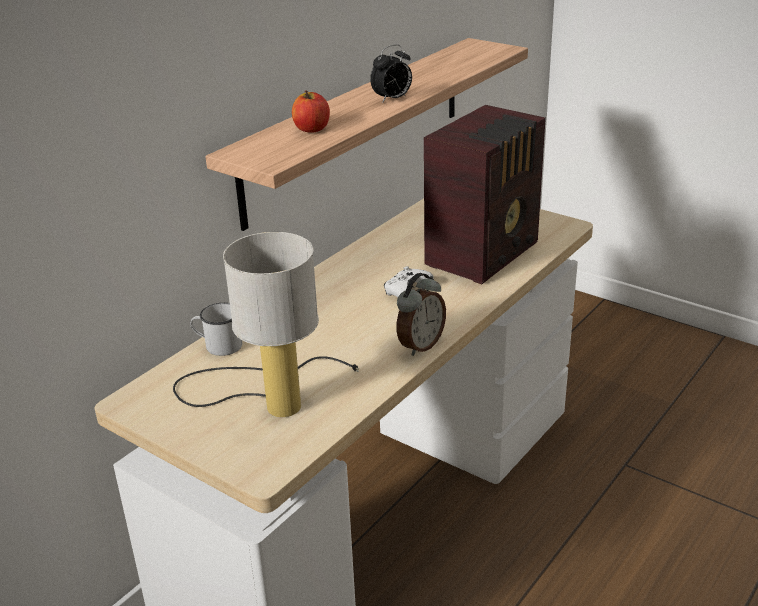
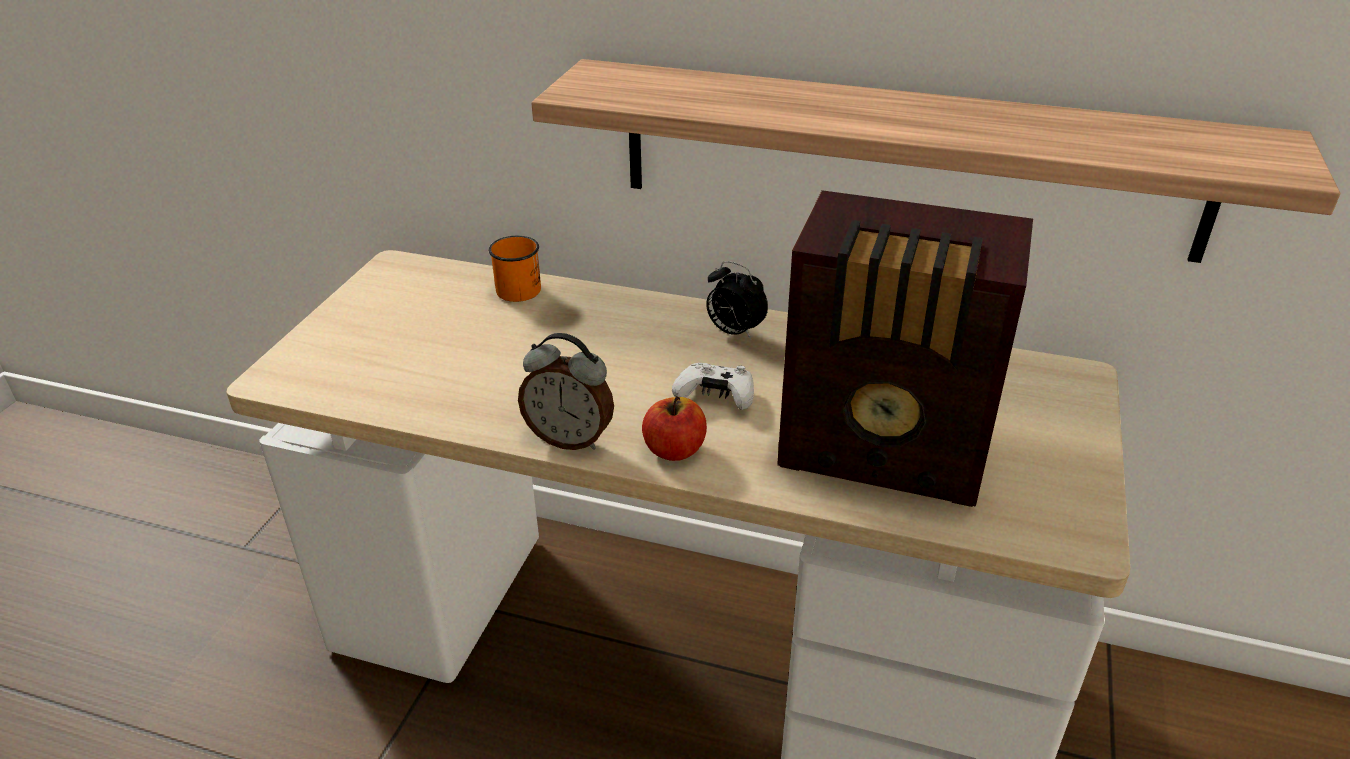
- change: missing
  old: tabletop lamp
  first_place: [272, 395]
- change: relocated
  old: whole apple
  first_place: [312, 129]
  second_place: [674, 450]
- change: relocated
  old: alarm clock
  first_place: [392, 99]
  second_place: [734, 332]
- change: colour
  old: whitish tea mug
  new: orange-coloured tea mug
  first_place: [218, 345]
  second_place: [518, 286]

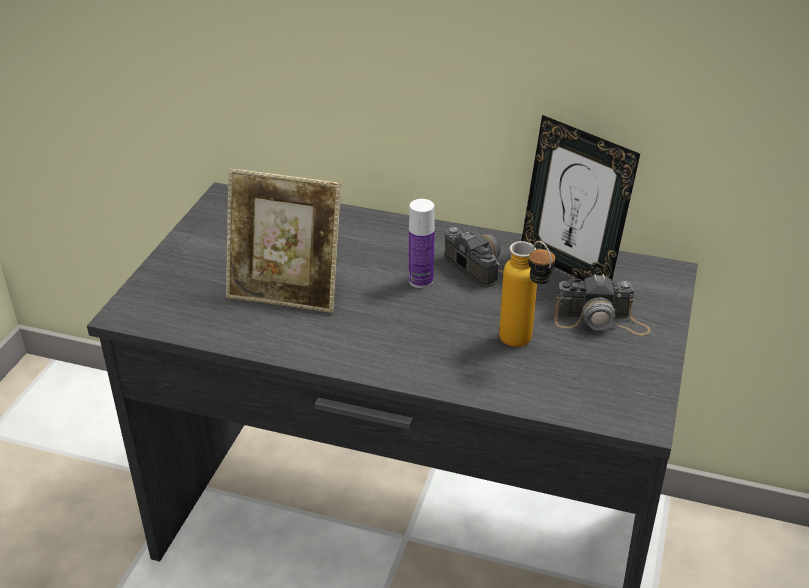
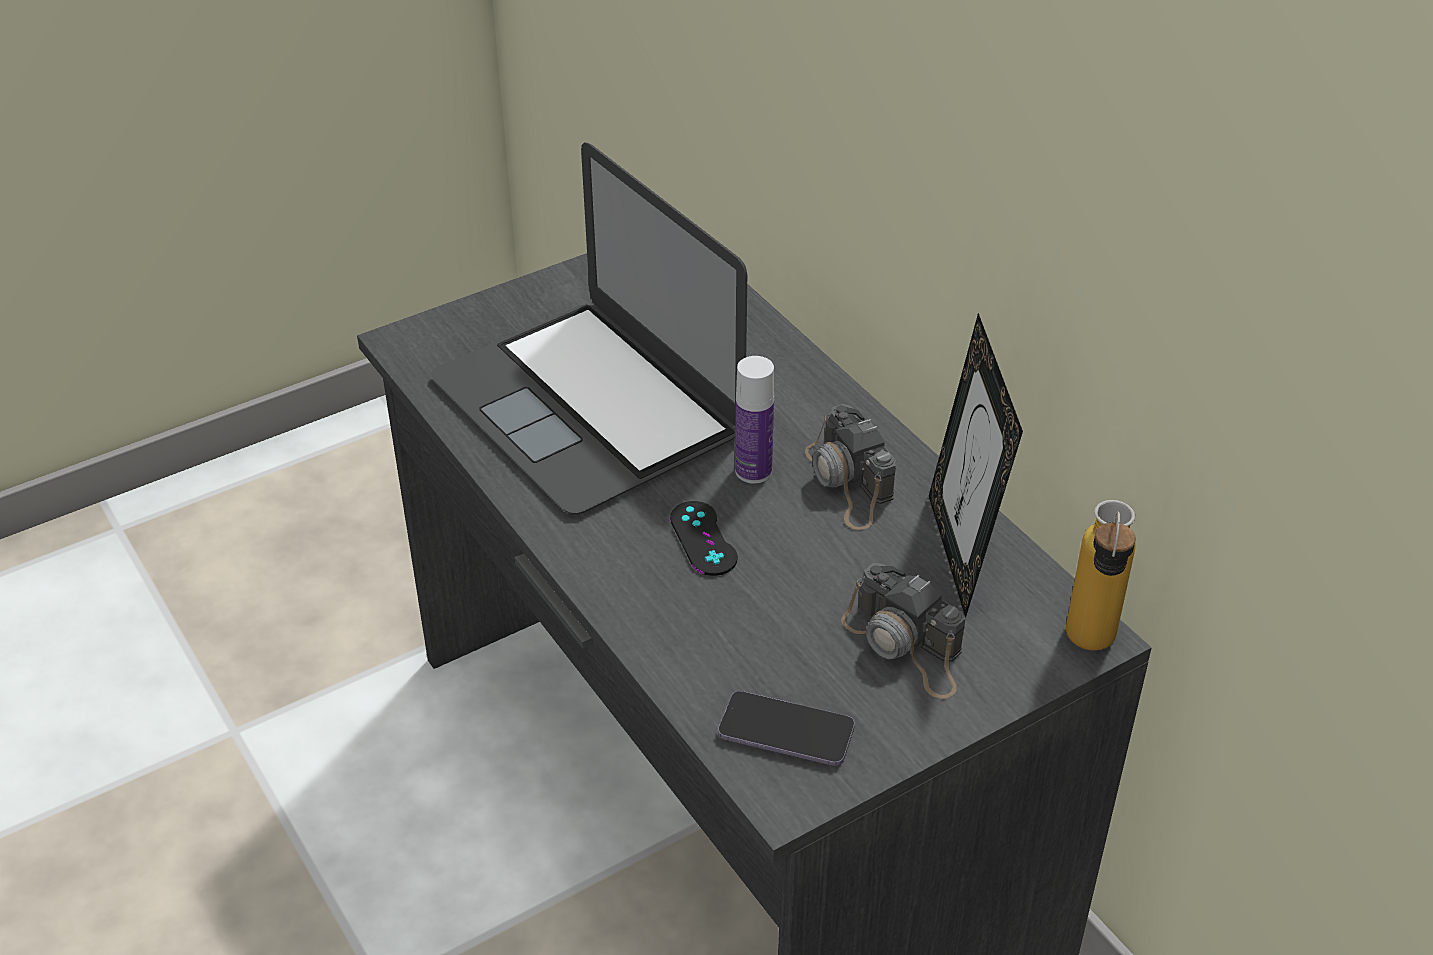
- change: appeared
  new: blackish joypad
  second_place: [703, 539]
- change: appeared
  new: phone
  second_place: [786, 731]
- change: relocated
  old: drink bottle
  first_place: [523, 346]
  second_place: [1089, 650]
- change: exchanged
  old: picture frame
  new: portable computer
  first_place: [286, 293]
  second_place: [587, 405]
- change: spun
  old: still camera
  first_place: [474, 262]
  second_place: [848, 482]
  degrees: 150

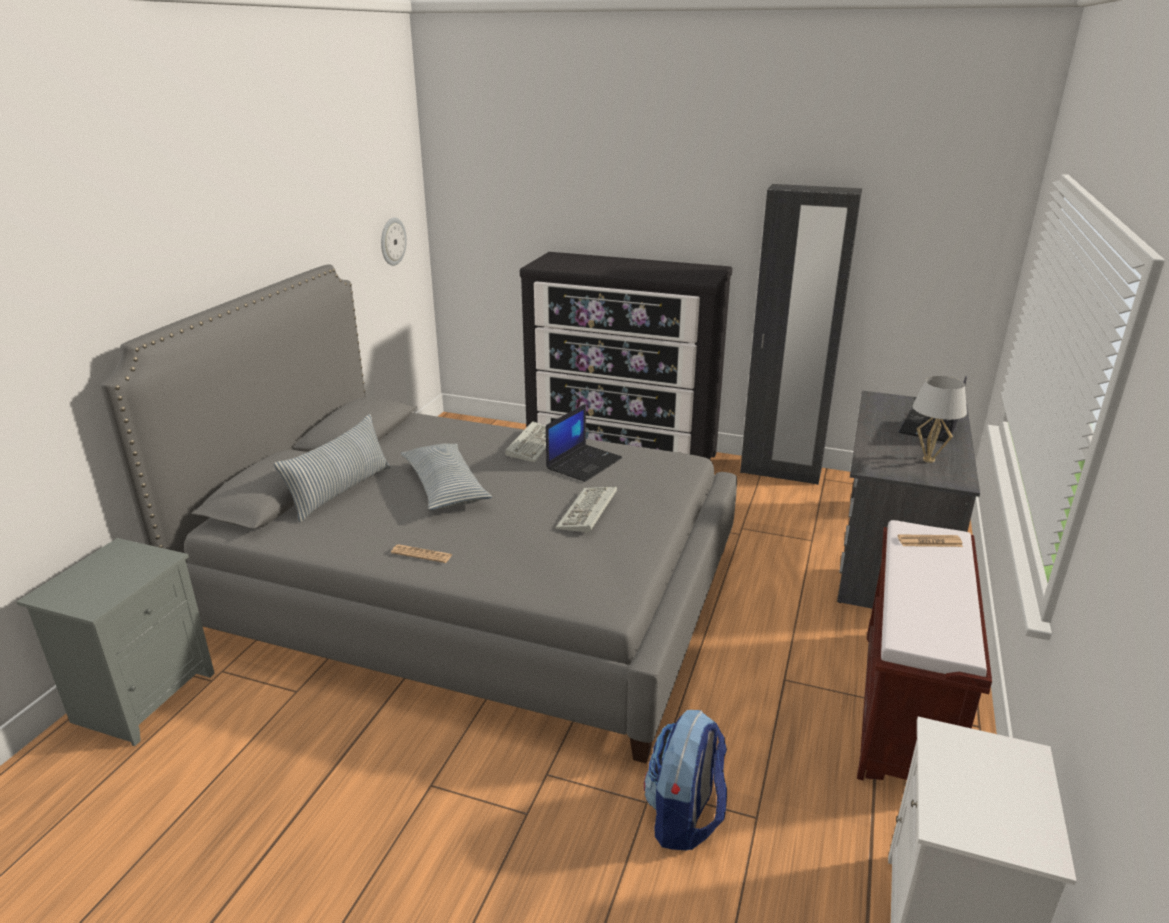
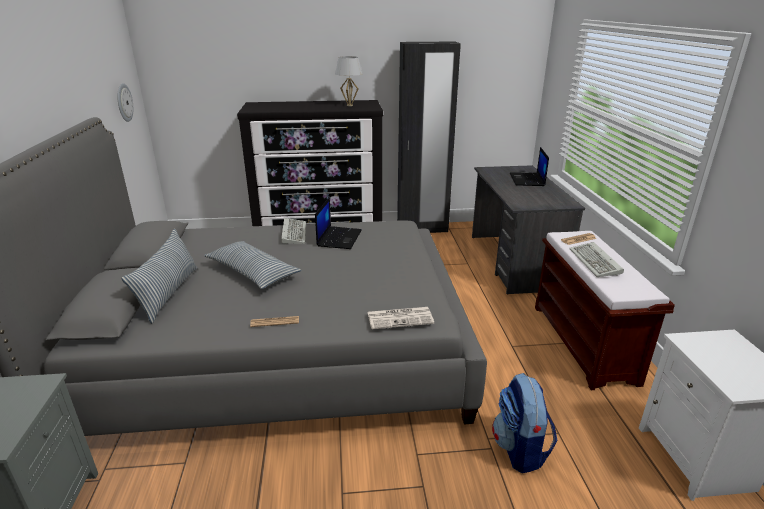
- change: appeared
  new: daily paper
  second_place: [400, 318]
- change: relocated
  old: keyboard
  first_place: [588, 513]
  second_place: [596, 263]
- change: relocated
  old: whitish tabletop lamp
  first_place: [929, 460]
  second_place: [350, 105]

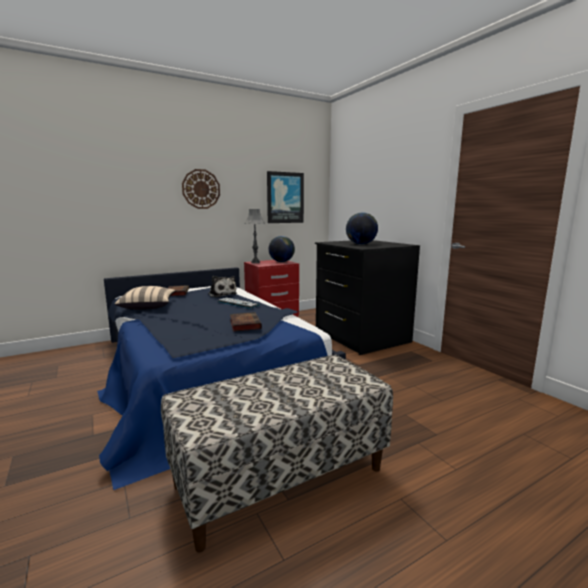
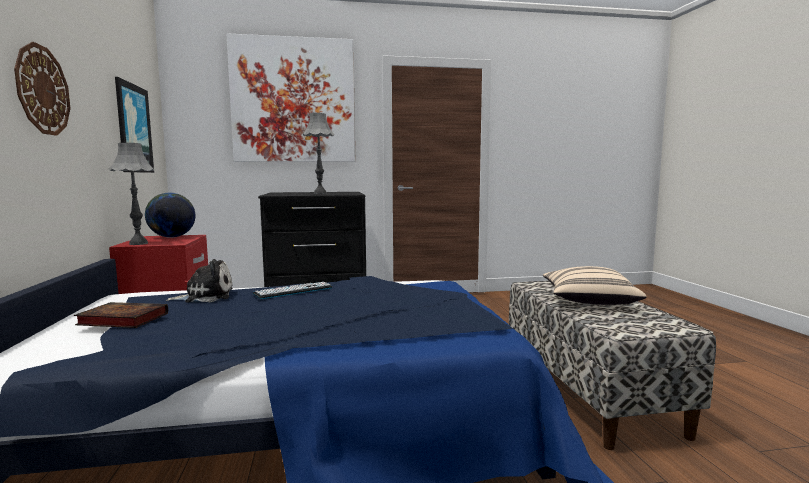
- change: missing
  old: book
  first_place: [244, 324]
- change: appeared
  new: wall picture
  second_place: [293, 101]
- change: relocated
  old: beige-coloured throw pillow
  first_place: [148, 306]
  second_place: [588, 301]
- change: exchanged
  old: world globe
  new: grey tabletop lamp
  first_place: [361, 244]
  second_place: [320, 193]

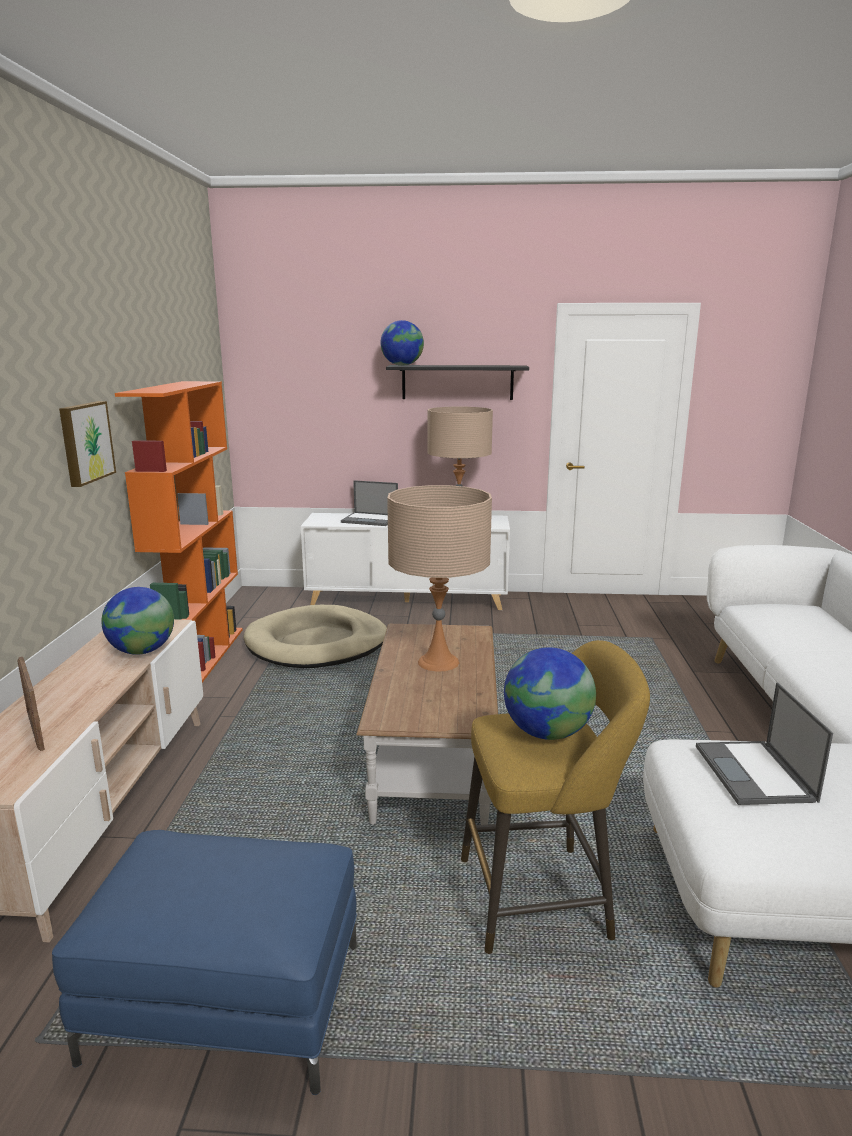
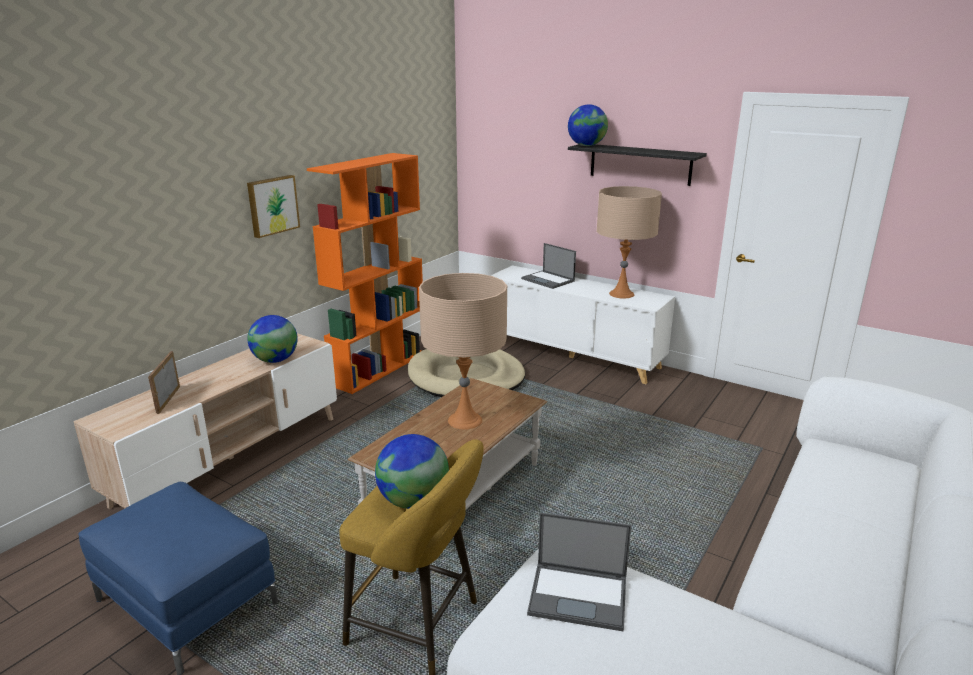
- change: spun
  old: portable computer
  first_place: [755, 774]
  second_place: [579, 595]
  degrees: -105

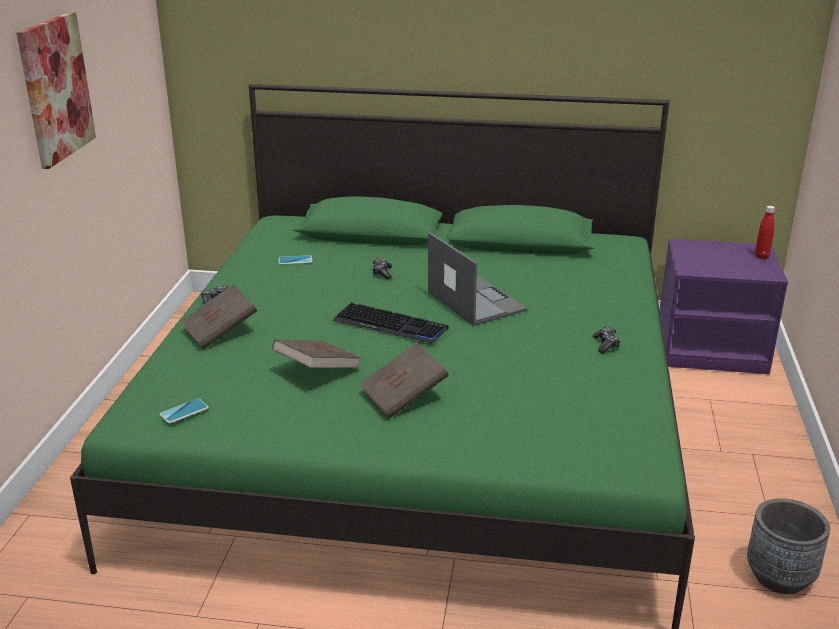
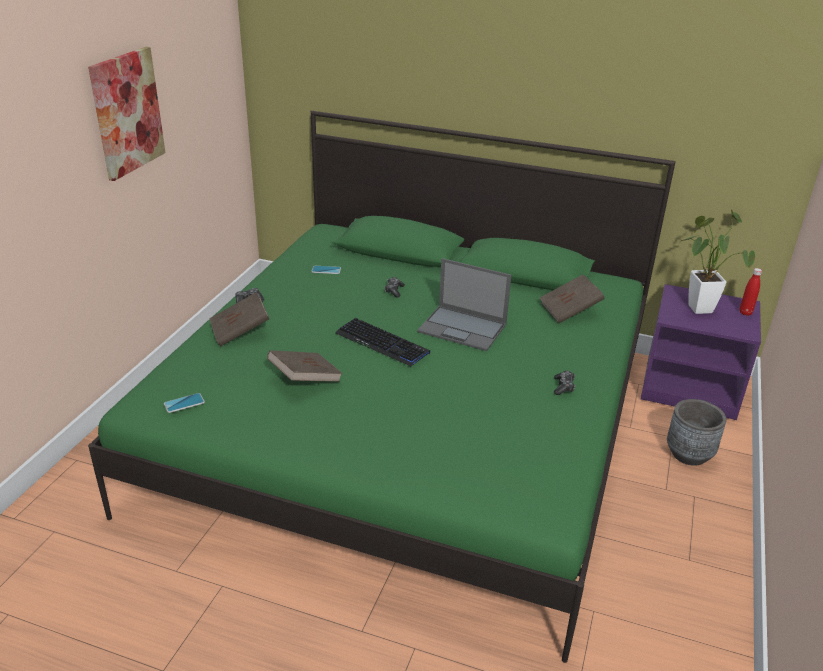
- change: appeared
  new: plant in a pot
  second_place: [698, 306]
- change: relocated
  old: brown book
  first_place: [403, 397]
  second_place: [569, 311]
- change: relocated
  old: grey flower pot
  first_place: [779, 577]
  second_place: [689, 454]
- change: spun
  old: portable computer
  first_place: [475, 301]
  second_place: [463, 328]
  degrees: 135

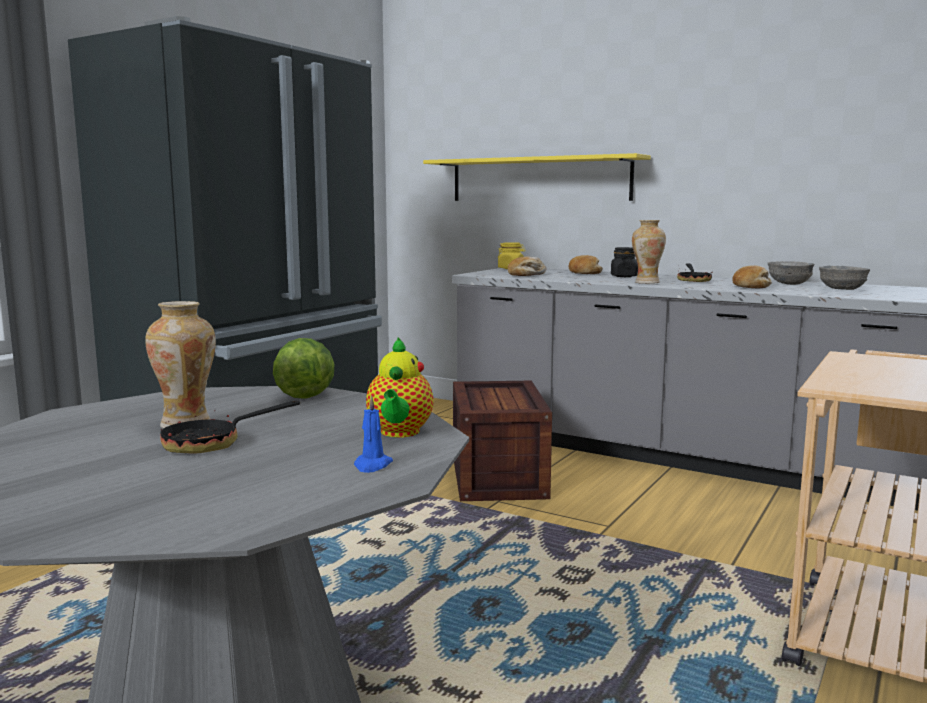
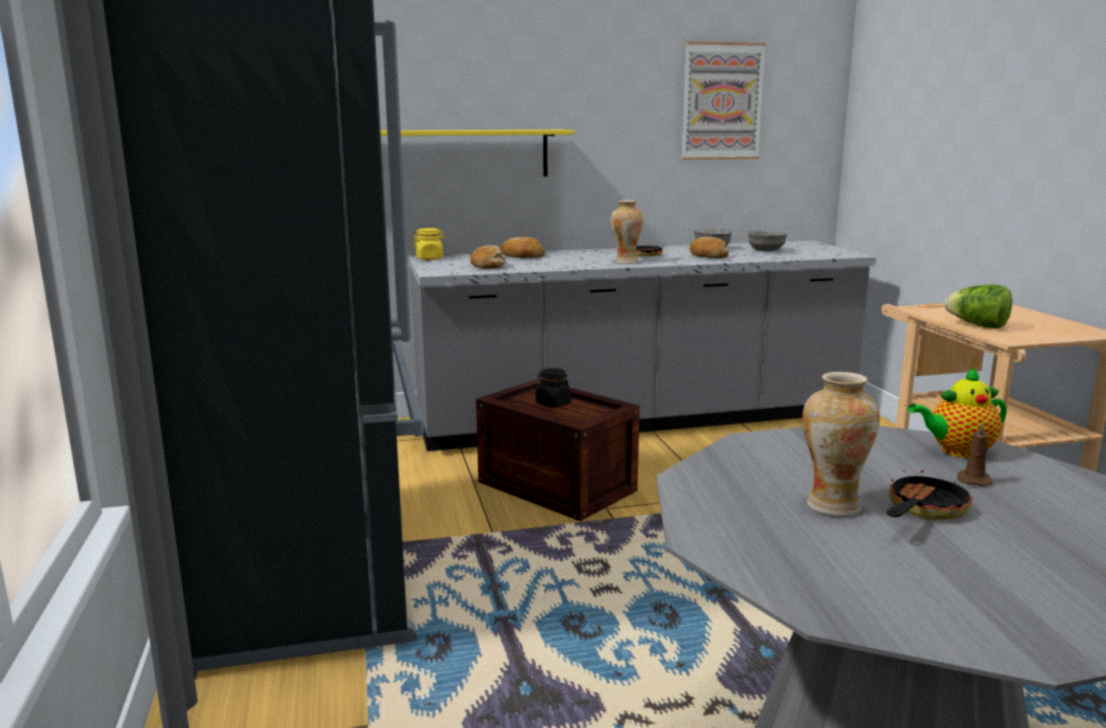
- change: missing
  old: bluish wax candle
  first_place: [372, 465]
- change: appeared
  new: wall picture
  second_place: [722, 101]
- change: appeared
  new: brown wax candle
  second_place: [973, 480]
- change: relocated
  old: lettuce
  first_place: [305, 392]
  second_place: [977, 326]
- change: relocated
  old: blackish jar
  first_place: [623, 276]
  second_place: [553, 403]
- change: spun
  old: frying pan
  first_place: [213, 443]
  second_place: [923, 511]
  degrees: -150
- change: spun
  old: pot for tea
  first_place: [399, 433]
  second_place: [957, 451]
  degrees: 120

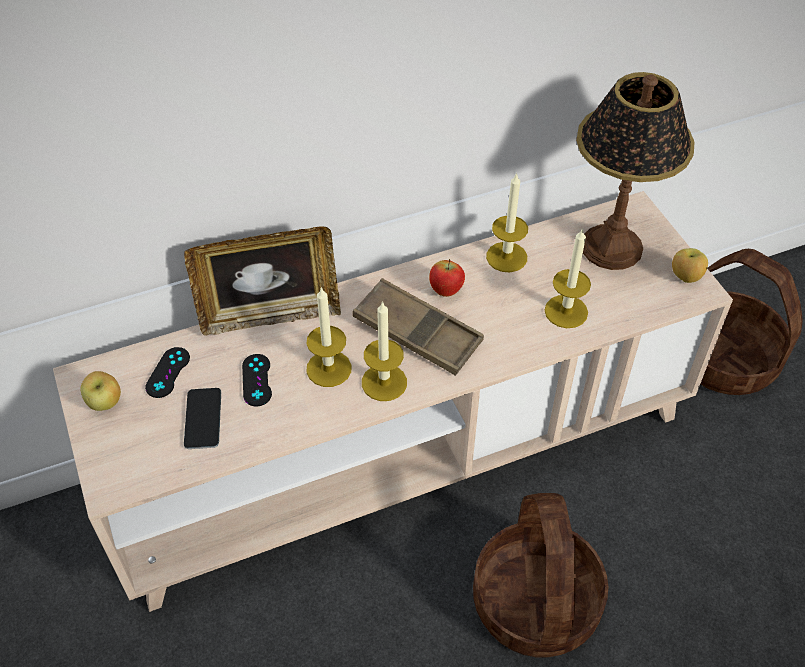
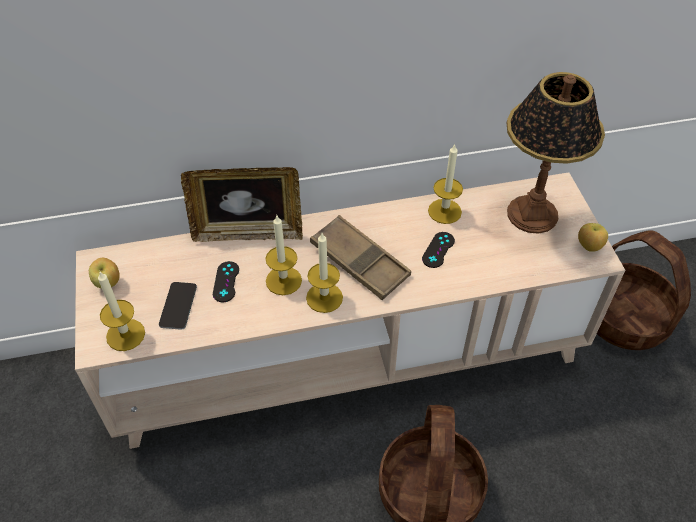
- change: missing
  old: whole apple
  first_place: [446, 291]
- change: relocated
  old: blackish joypad
  first_place: [168, 372]
  second_place: [438, 250]
- change: relocated
  old: wax candle
  first_place: [566, 311]
  second_place: [125, 335]

